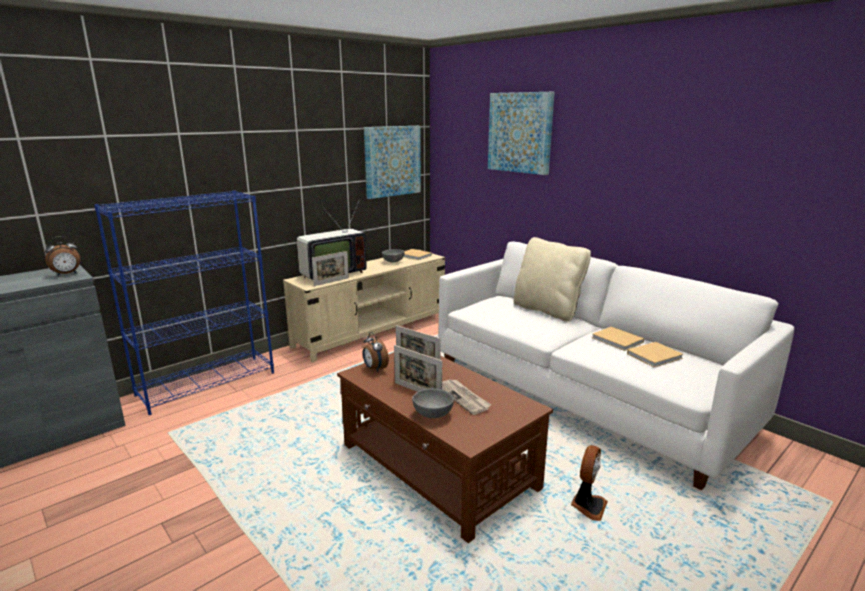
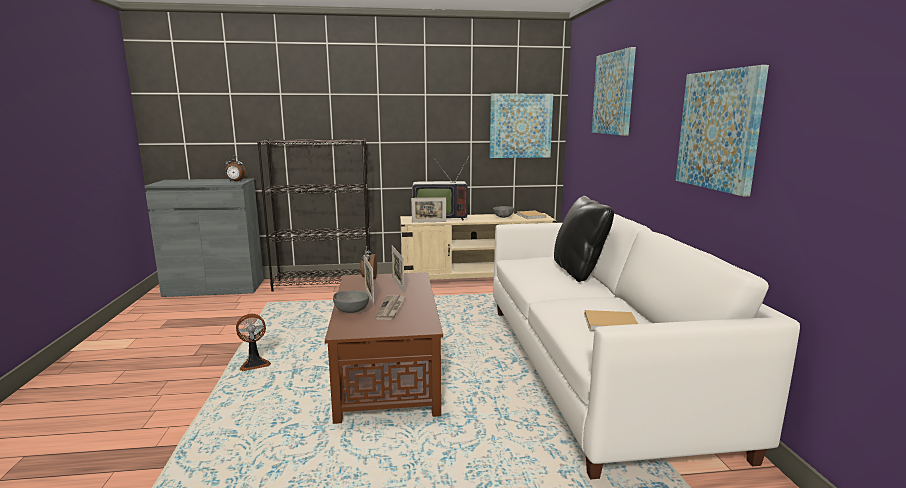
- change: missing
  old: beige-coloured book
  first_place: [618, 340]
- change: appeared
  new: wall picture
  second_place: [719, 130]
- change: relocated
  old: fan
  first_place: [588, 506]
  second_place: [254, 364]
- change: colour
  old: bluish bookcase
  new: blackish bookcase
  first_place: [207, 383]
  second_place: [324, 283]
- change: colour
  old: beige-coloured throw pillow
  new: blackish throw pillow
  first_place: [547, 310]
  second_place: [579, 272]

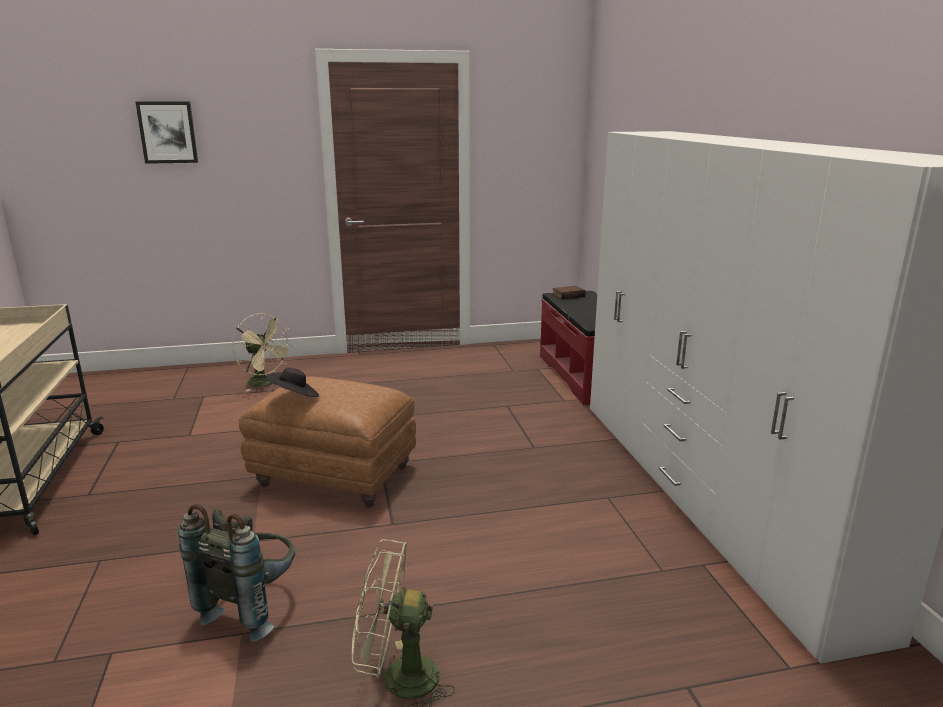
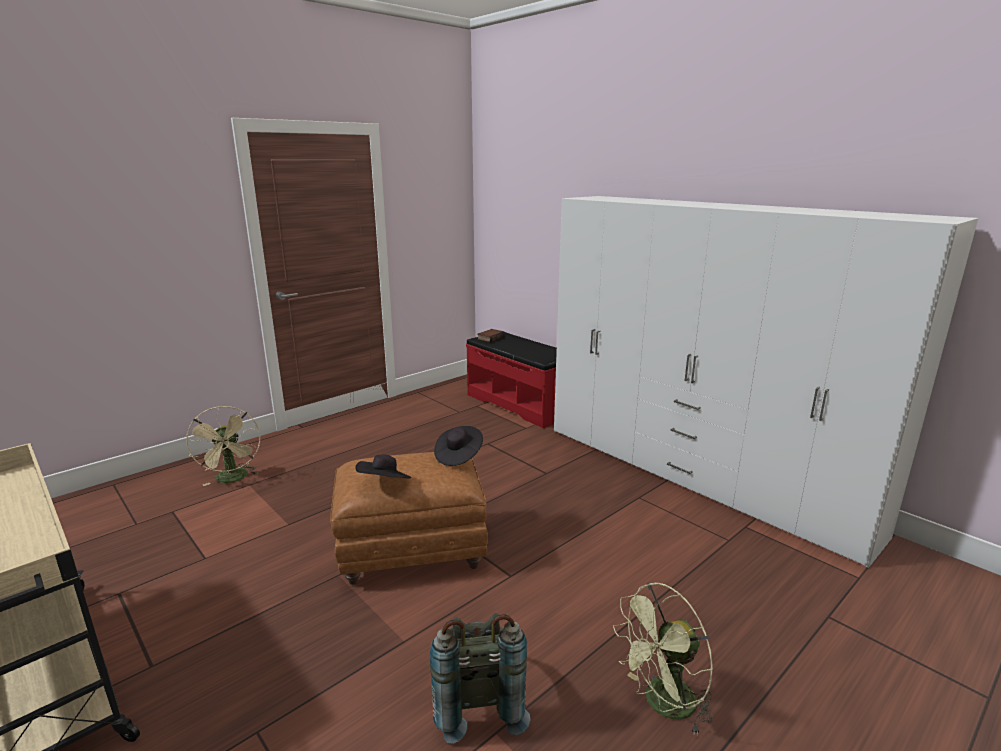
- change: missing
  old: wall picture
  first_place: [168, 132]
- change: appeared
  new: blackish hat
  second_place: [458, 456]
- change: spun
  old: beige-coloured fan
  first_place: [265, 383]
  second_place: [233, 479]
  degrees: 60

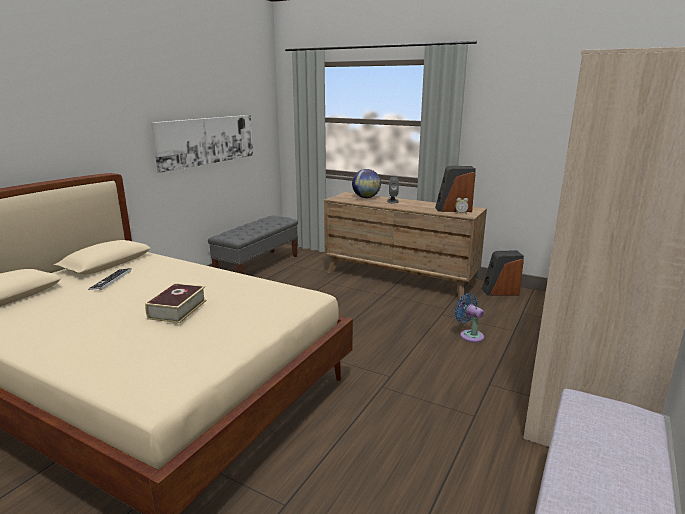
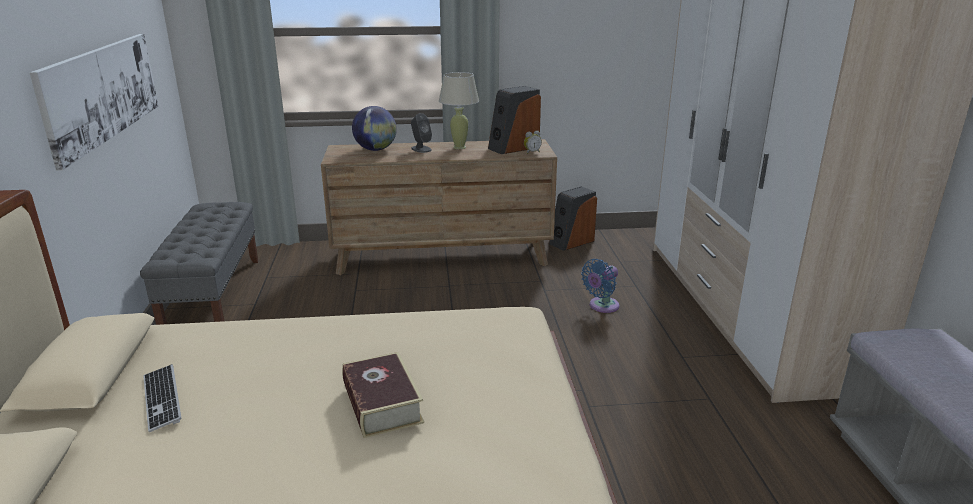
- change: appeared
  new: beige-coloured tabletop lamp
  second_place: [459, 147]
- change: spun
  old: bluish fan
  first_place: [469, 335]
  second_place: [601, 306]
  degrees: -60

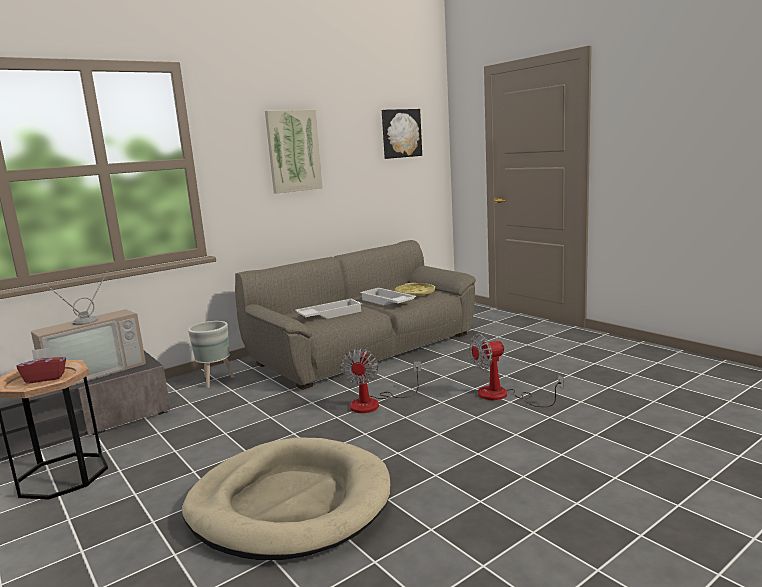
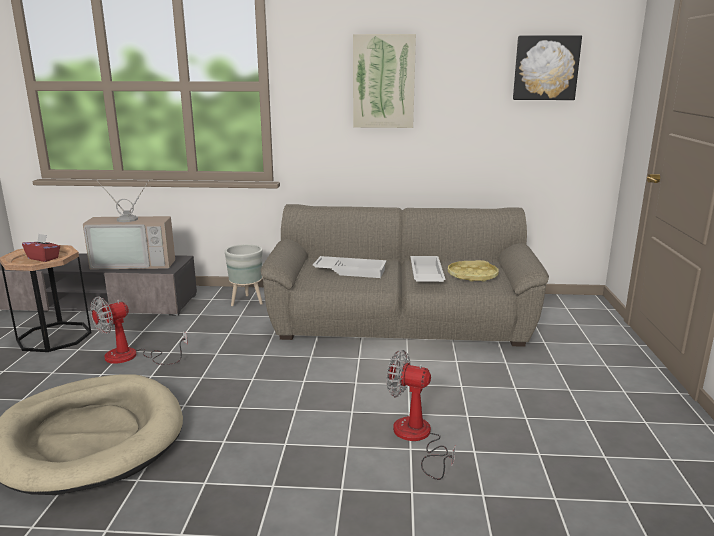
- change: relocated
  old: fan
  first_place: [374, 403]
  second_place: [131, 357]

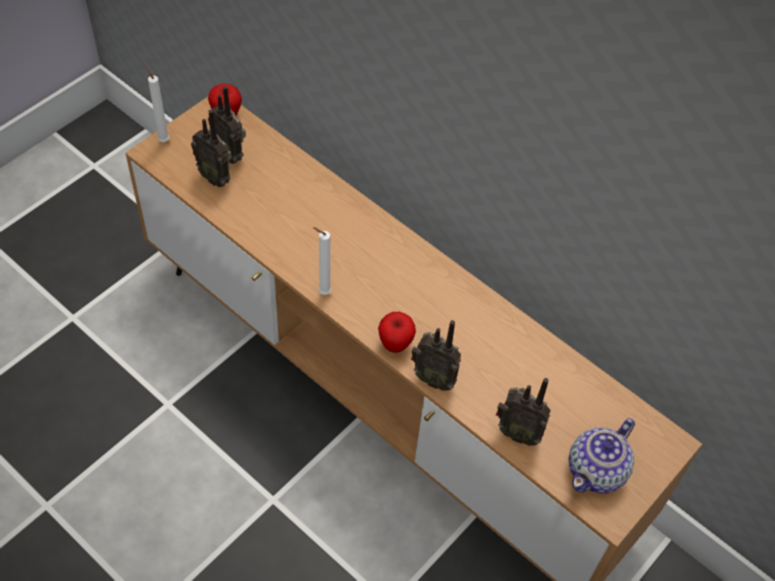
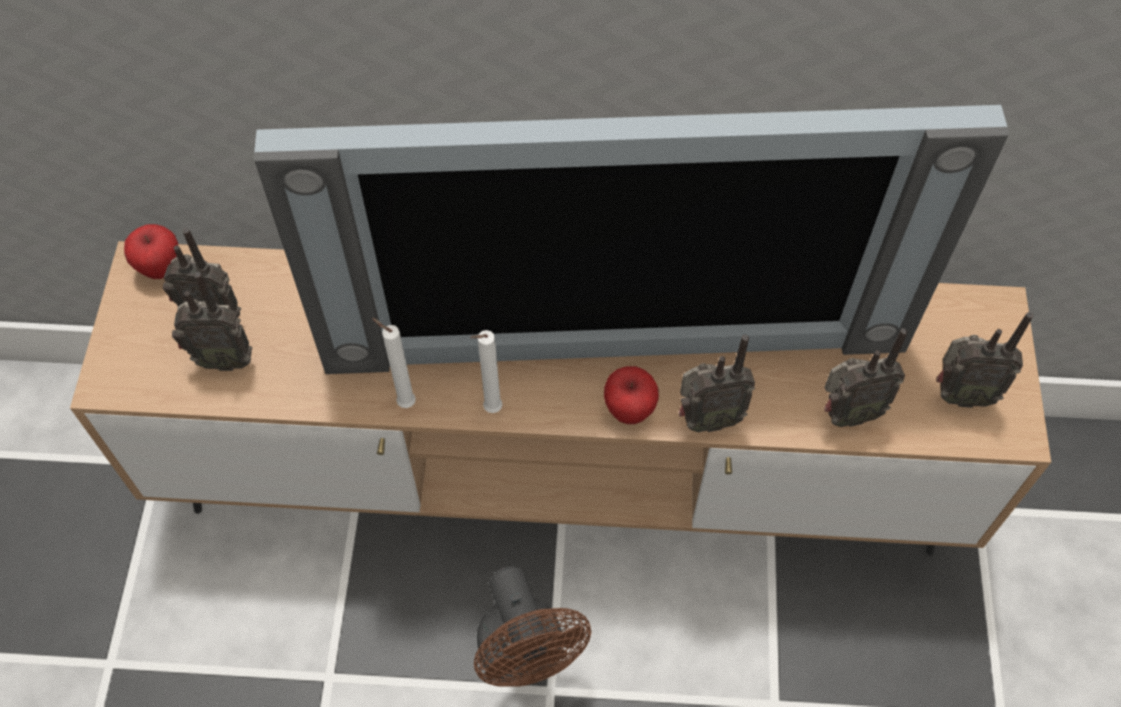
- change: appeared
  new: TV set
  second_place: [614, 331]
- change: appeared
  new: brown fan
  second_place: [526, 656]
- change: relocated
  old: whitish wax candle
  first_place: [163, 139]
  second_place: [404, 402]
- change: exchanged
  old: pot for tea
  new: radio receiver
  first_place: [597, 470]
  second_place: [960, 394]

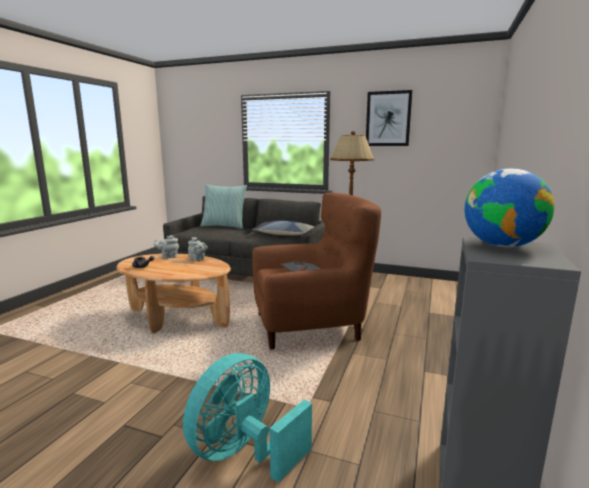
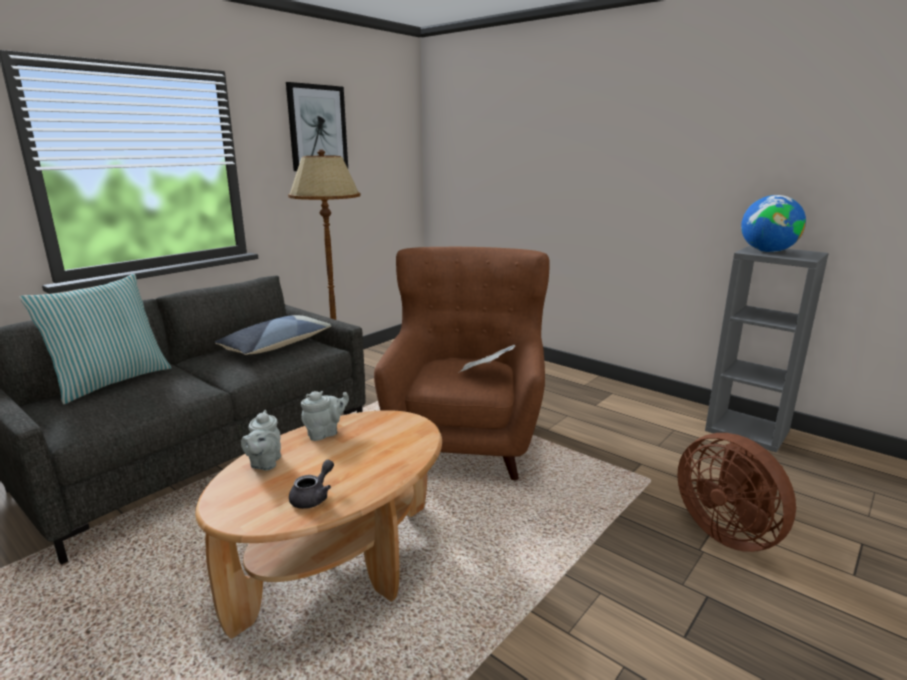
- change: colour
  old: blue-green fan
  new: brown fan
  first_place: [244, 452]
  second_place: [728, 532]

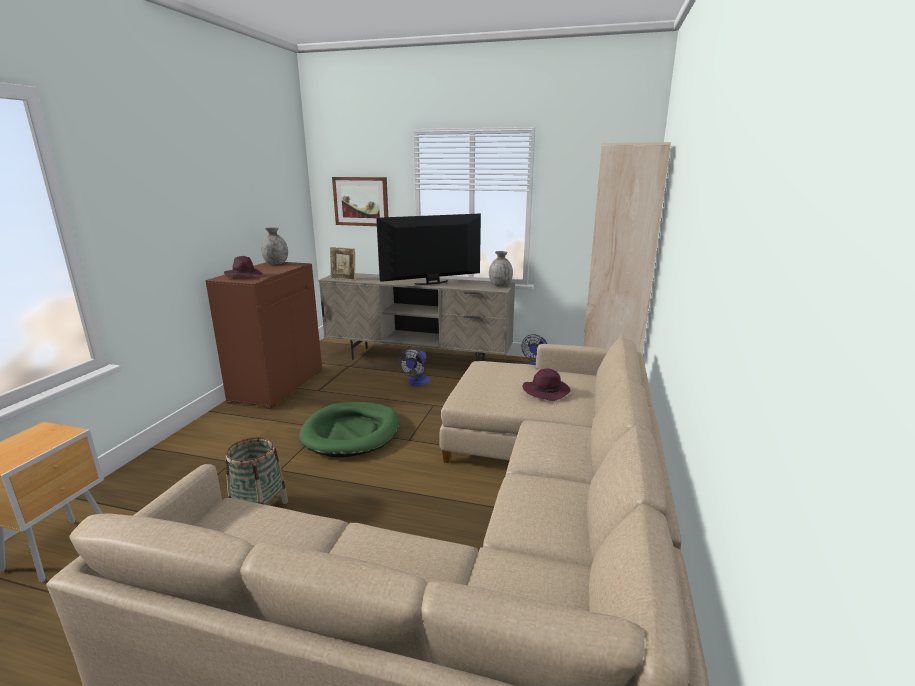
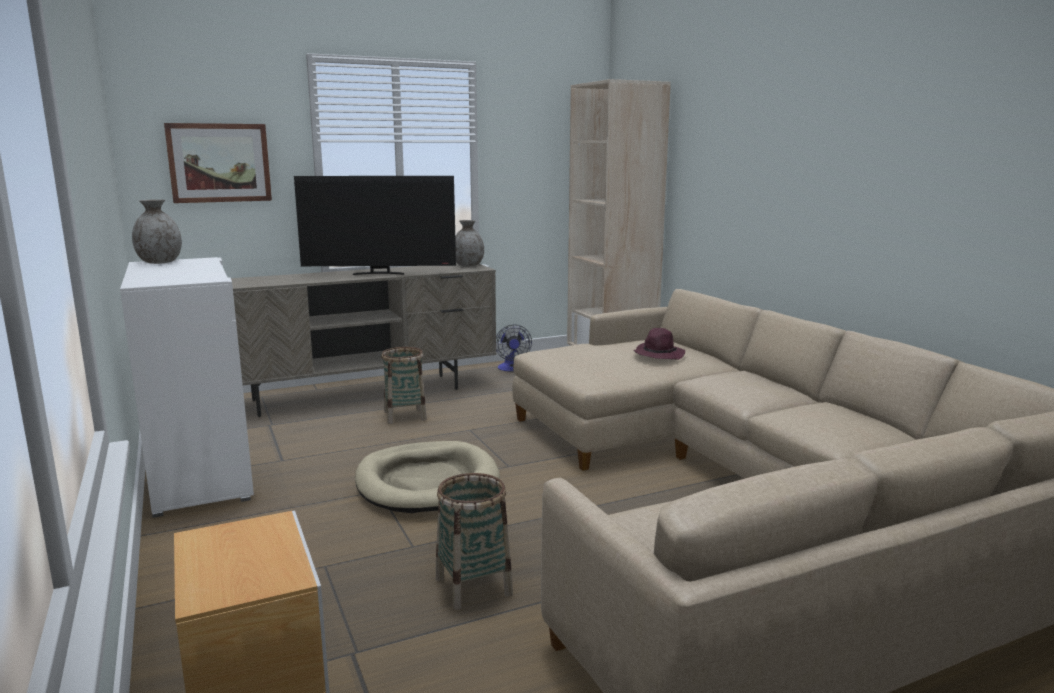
- change: missing
  old: purplish hat
  first_place: [243, 275]
- change: missing
  old: picture frame
  first_place: [343, 279]
- change: exchanged
  old: fan
  new: basket
  first_place: [417, 382]
  second_place: [405, 416]
- change: colour
  old: brown storage cabinet
  new: whitish storage cabinet
  first_place: [277, 385]
  second_place: [199, 474]
- change: colour
  old: green-coloured dog bed
  new: beige-coloured dog bed
  first_place: [351, 433]
  second_place: [427, 483]
- change: spun
  old: TV set
  first_place: [432, 283]
  second_place: [379, 273]
  degrees: -120

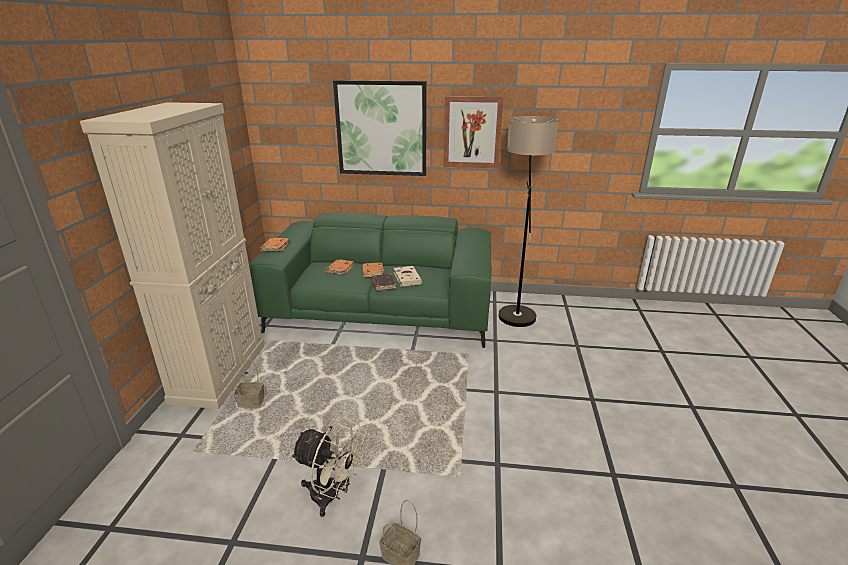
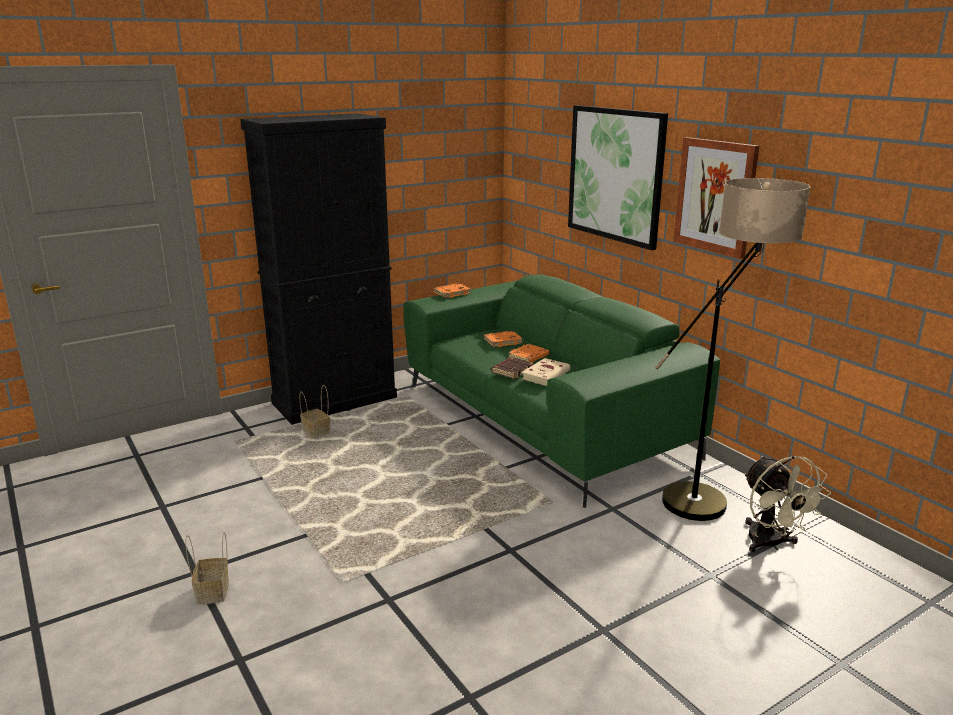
- change: relocated
  old: beige-coloured fan
  first_place: [332, 496]
  second_place: [770, 544]
- change: colour
  old: beige-coloured storage cabinet
  new: blackish storage cabinet
  first_place: [220, 372]
  second_place: [335, 400]

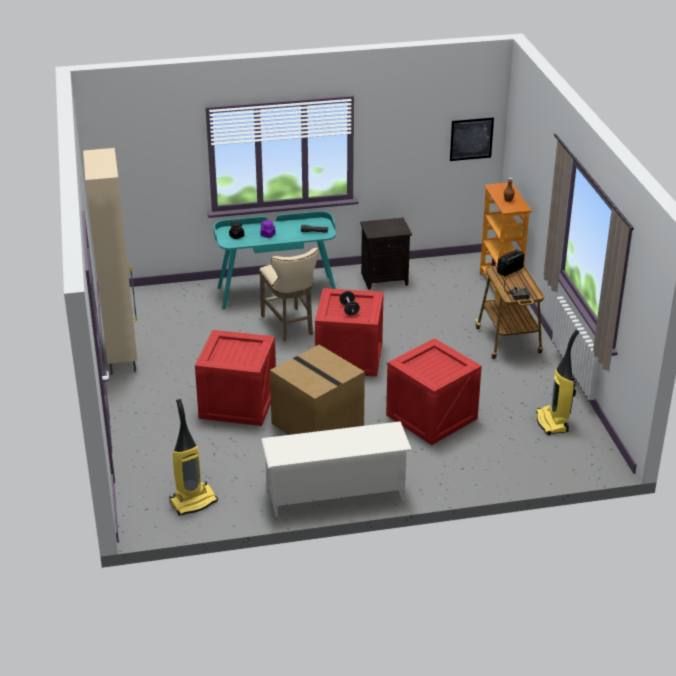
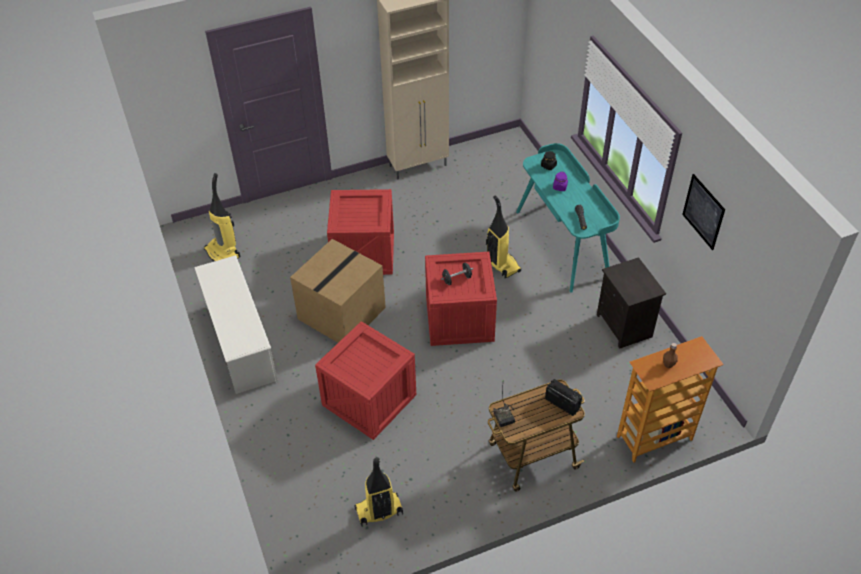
- change: relocated
  old: wall picture
  first_place: [471, 139]
  second_place: [703, 211]
- change: exchanged
  old: beige-coloured sitting stool
  new: vacuum
  first_place: [289, 326]
  second_place: [501, 264]

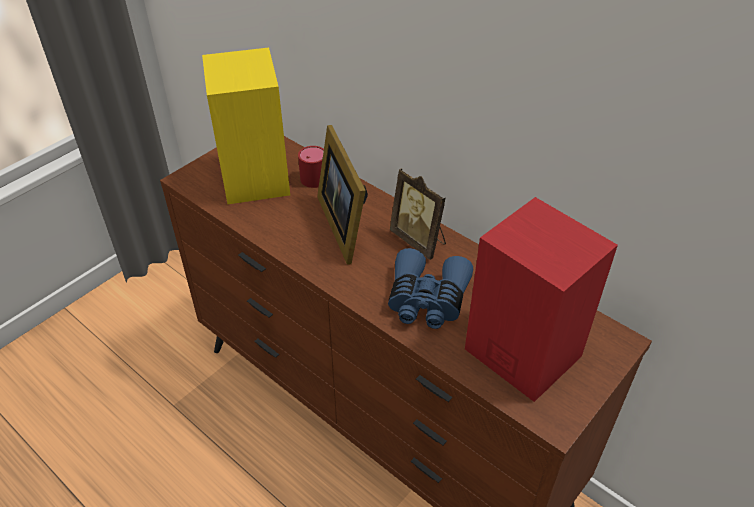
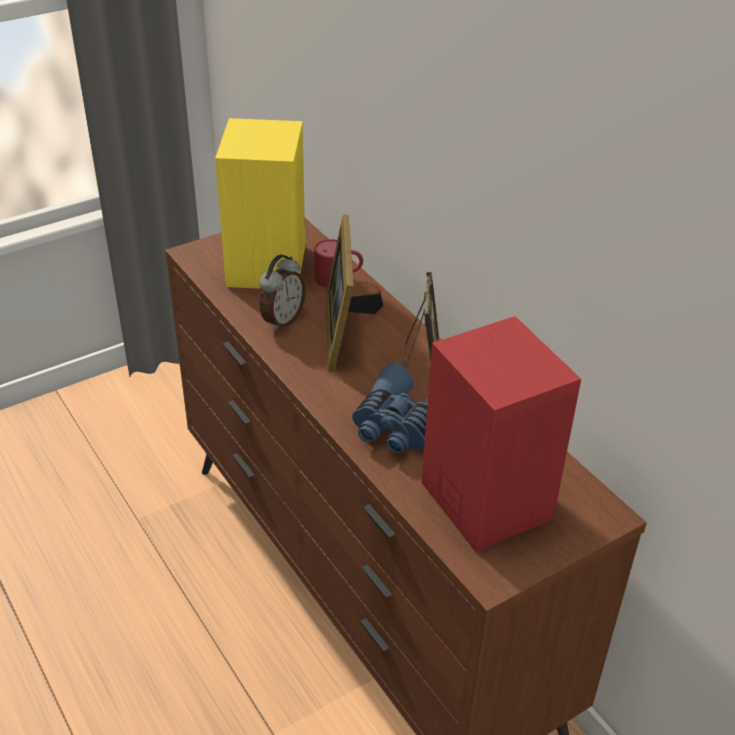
- change: appeared
  new: alarm clock
  second_place: [282, 320]
- change: spun
  old: picture frame
  first_place: [419, 240]
  second_place: [421, 363]
  degrees: -150

